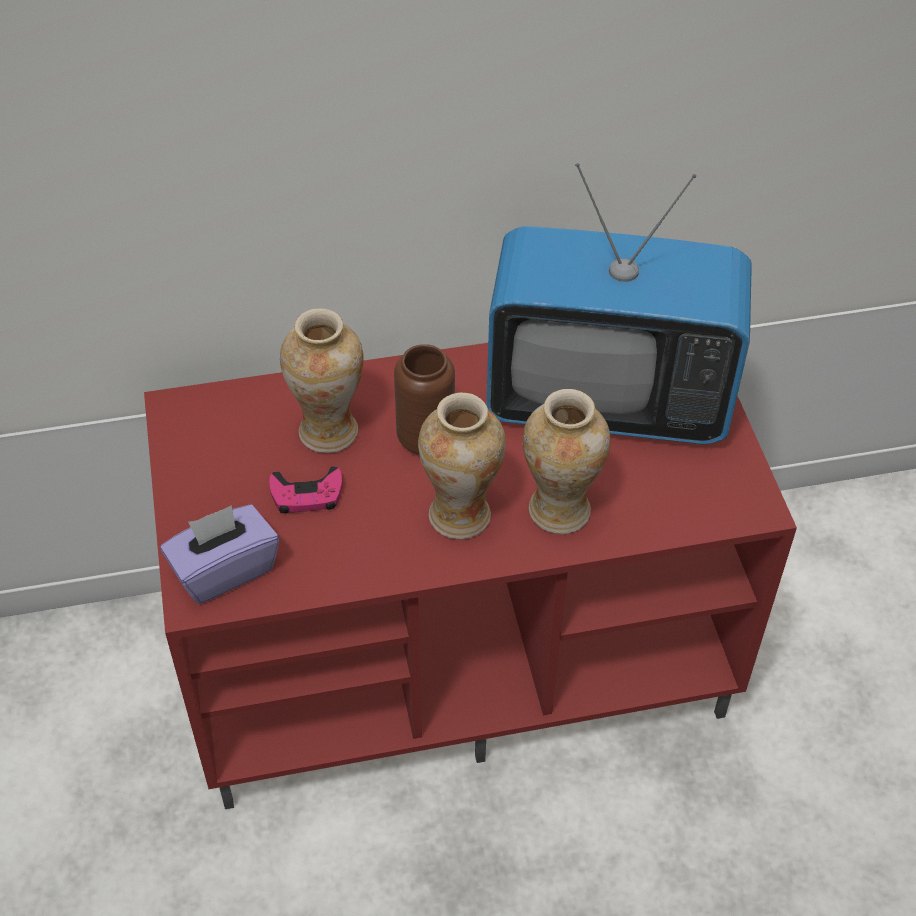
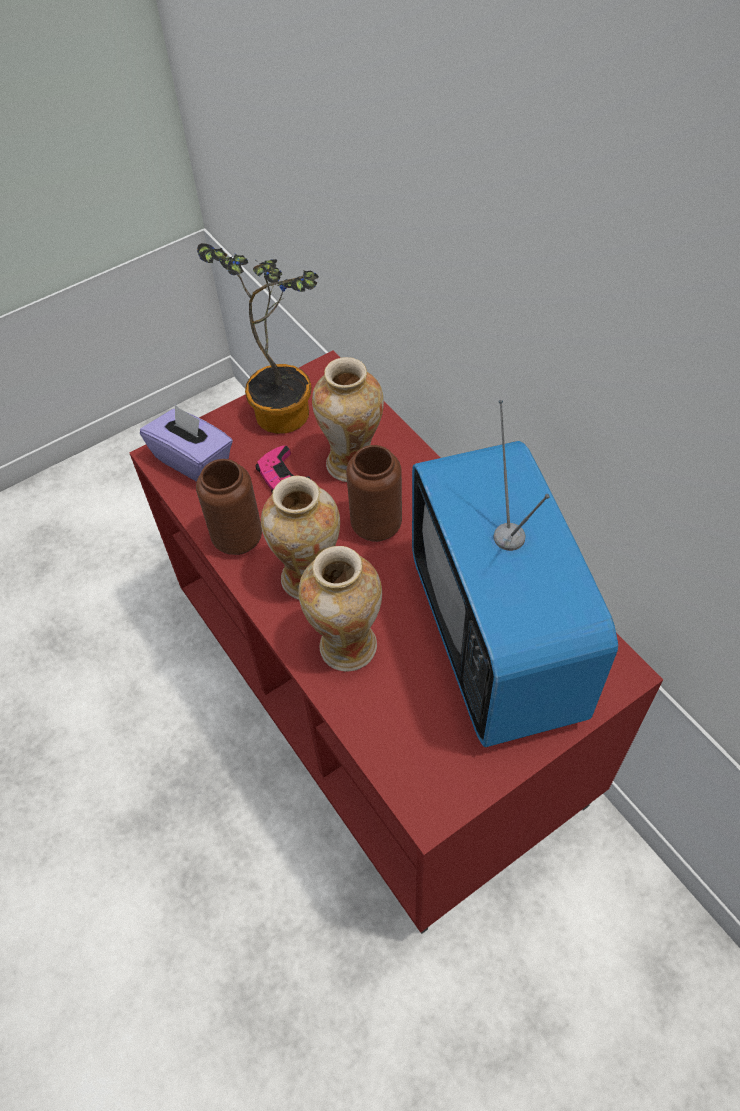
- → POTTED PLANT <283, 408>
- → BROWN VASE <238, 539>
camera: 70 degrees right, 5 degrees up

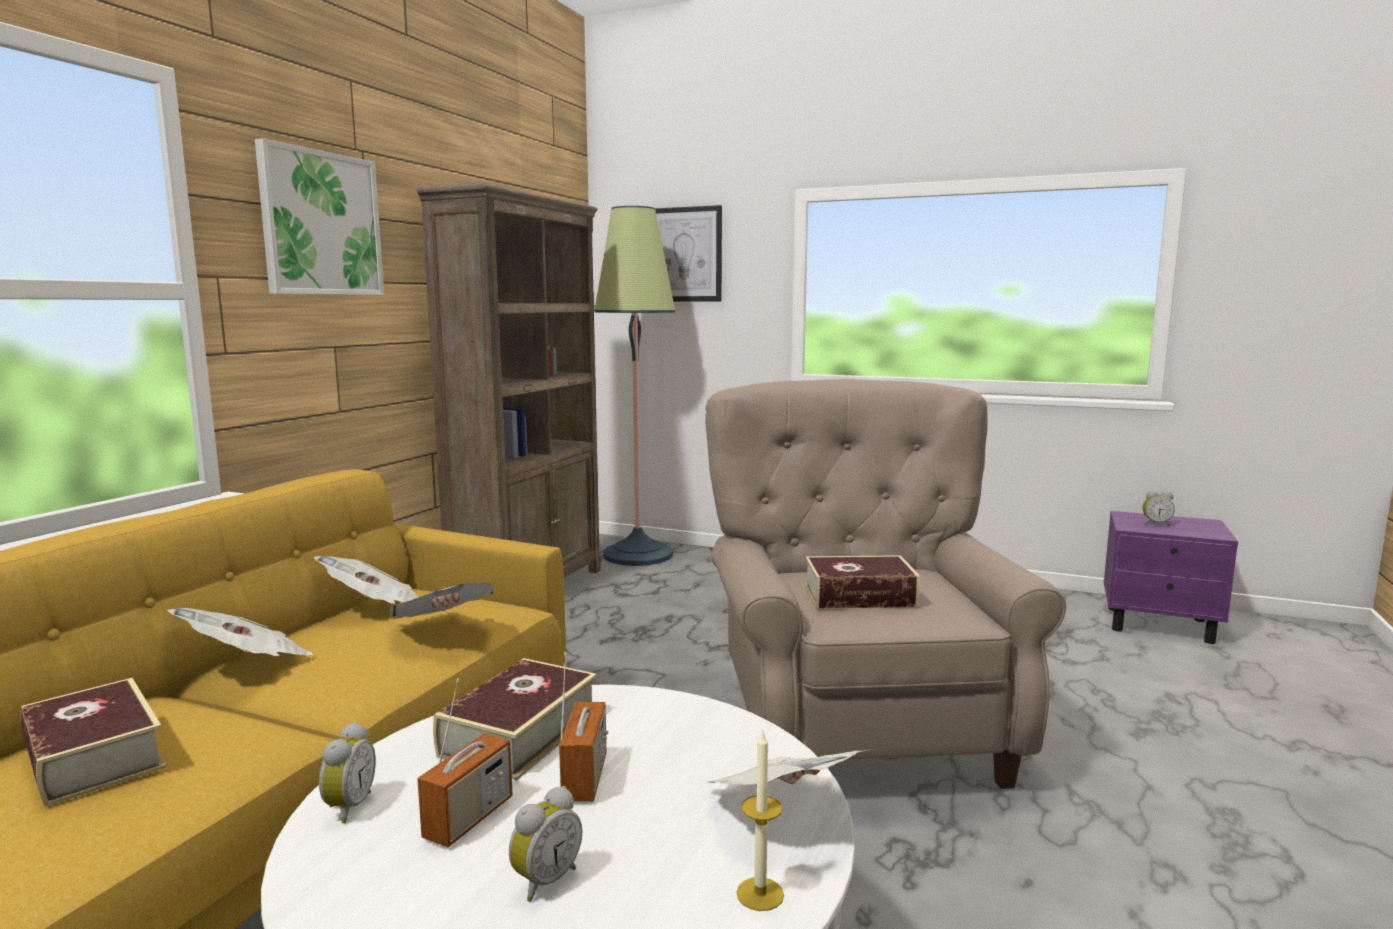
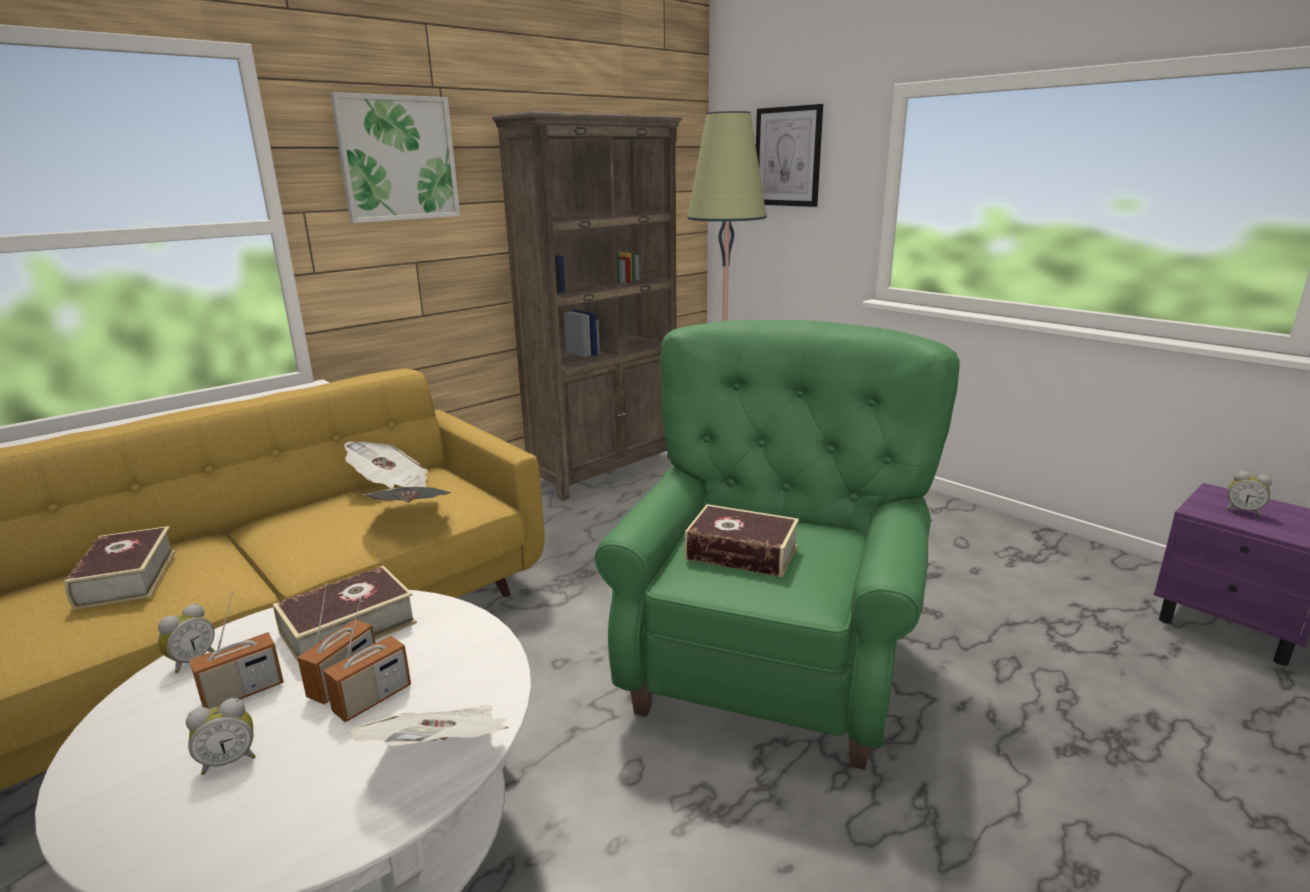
SAND-COLOURED LOUNGE CHAIR <857, 724> → GREEN-COLOURED LOUNGE CHAIR <771, 662>
NEWSPAPER <248, 662> → -
CANDLE <760, 894> → -
- → RADIO SET <372, 699>
camera: 25 degrees right, 10 degrees up

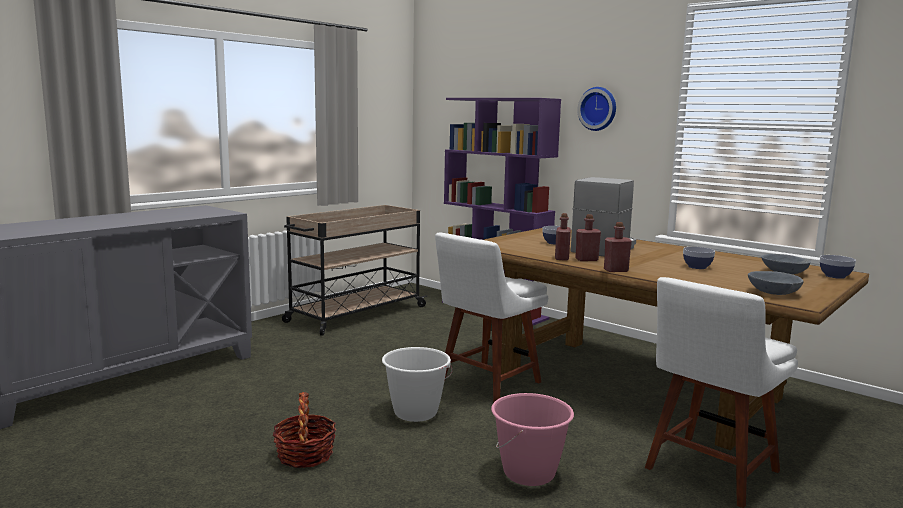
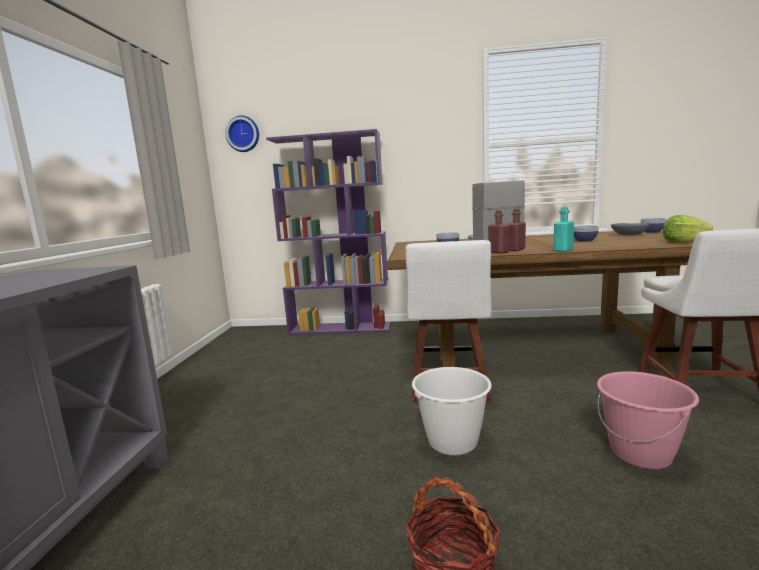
CLOCK ON THE WALL <598, 109> → CLOCK ON THE WALL <243, 134>, relocated
SAND-COLOURED TROLLEY <355, 314> → -
REDDISH BOTTLE <616, 270> → TURQUOISE BOTTLE <563, 250>
GREY DEEP DISH <773, 292> → HEAD OF LETTUCE <683, 242>
camera: 35 degrees left, 0 degrees up

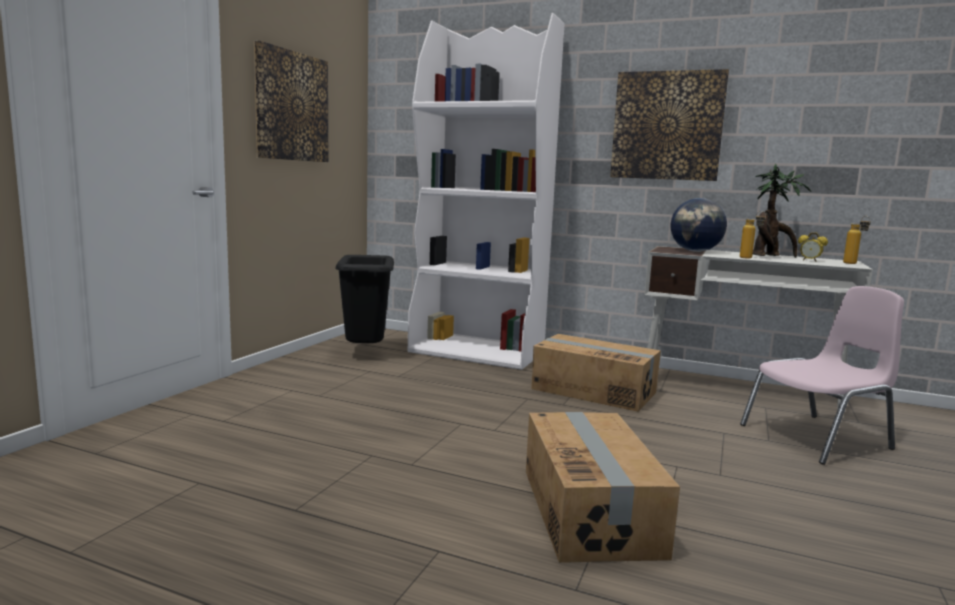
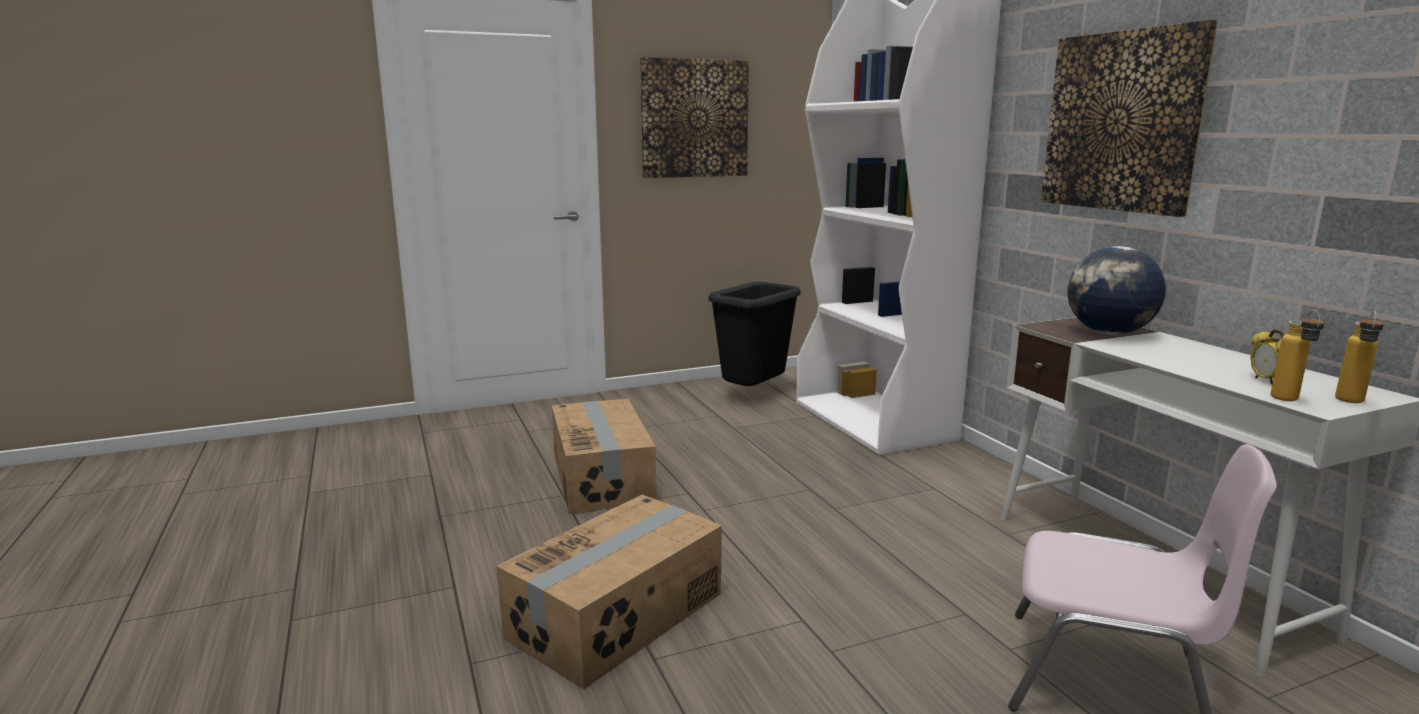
POTTED PLANT <770, 256> → -
BOTTLE <750, 258> → BOTTLE <1289, 401>, relocated
CARDBOARD BOX <593, 390> → CARDBOARD BOX <603, 477>, relocated
camera: 45 degrees right, 5 degrees up

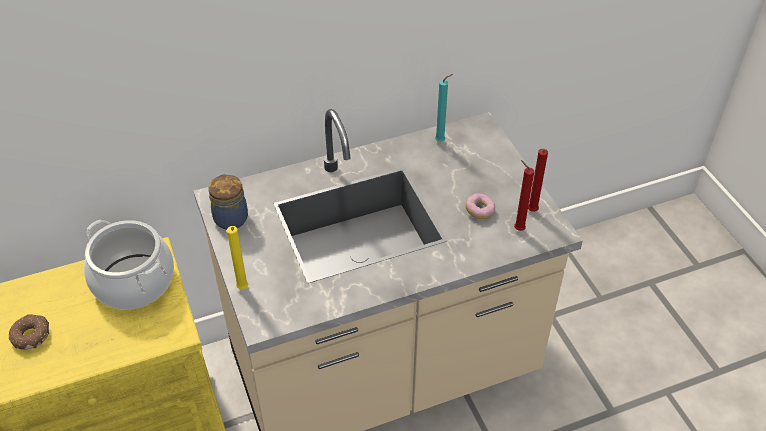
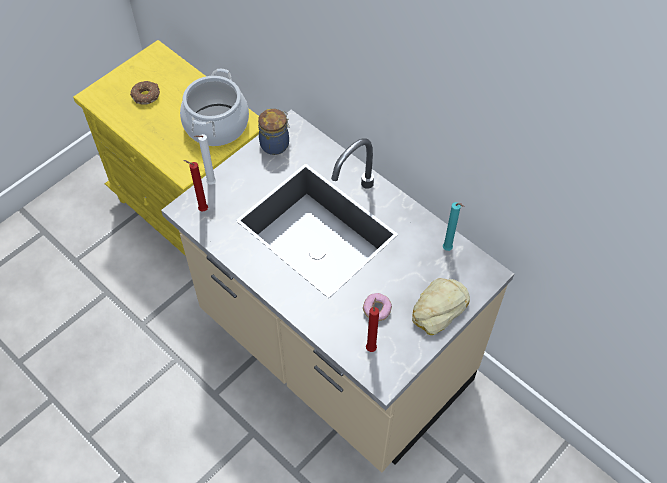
REDDISH CANDLE <531, 212> → REDDISH CANDLE <201, 209>, relocated
YELLOW CANDLE <243, 289> → WHITISH CANDLE <210, 184>
- → BAKERY BREAD <437, 308>
camera: 65 degrees right, 10 degrees up

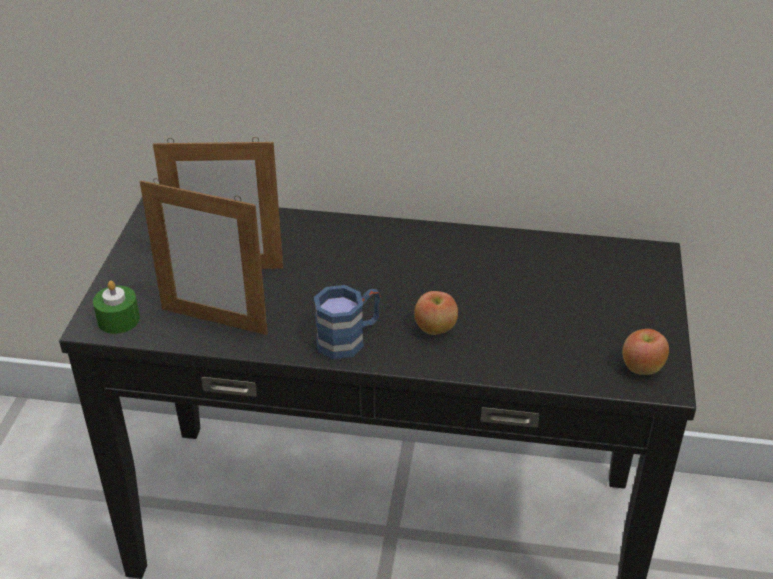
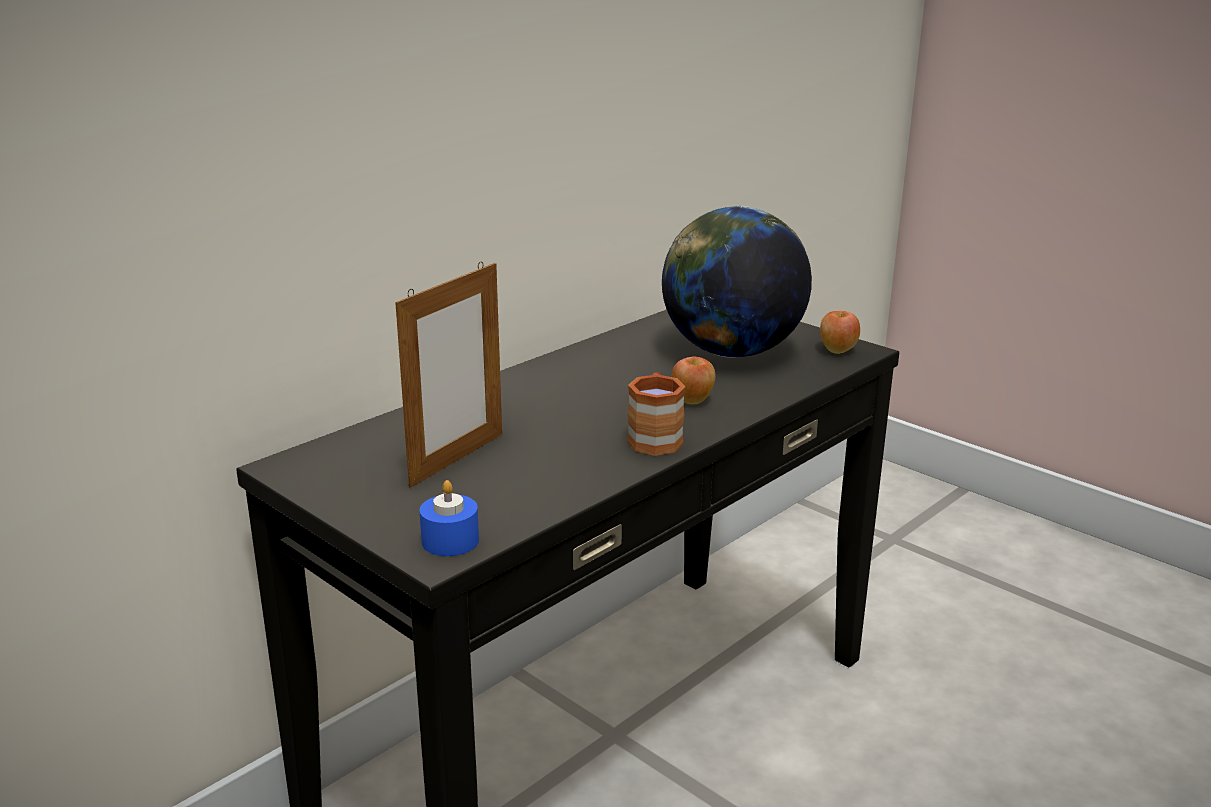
PICTURE FRAME <214, 321> → -
GREEN-COLOURED CANDLE <118, 319> → BLUE CANDLE <450, 541>
BLUE COFFEE MUG <349, 338> → BROWN COFFEE MUG <655, 437>
- → WORLD GLOBE <731, 352>
camera: 55 degrees left, 15 degrees down

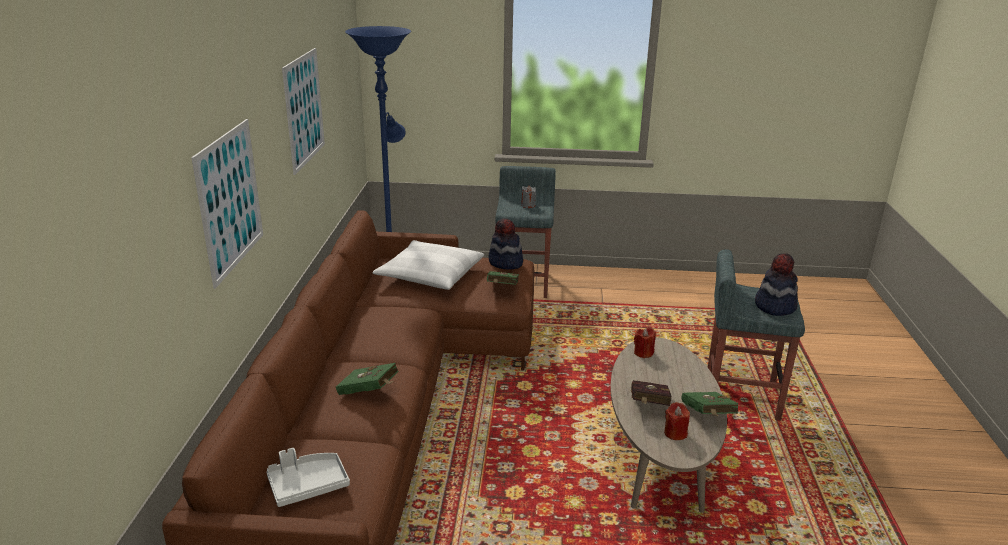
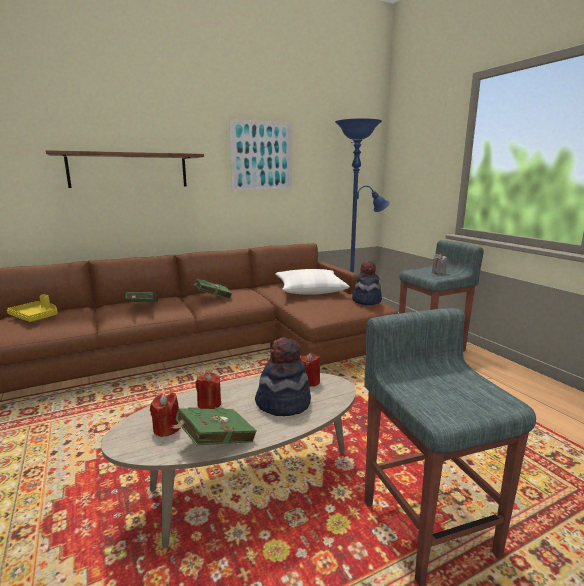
PICTURE <230, 200> → BROWN WALL SHELF <129, 170>
WEARABLE HAT <774, 306> → WEARABLE HAT <283, 403>, relocated
GREEN-COLOURED BOUND BOOK <502, 289> → GREEN-COLOURED BOUND BOOK <211, 297>, relocated
REDDISH BOUND BOOK <648, 406> → REDDISH CANDLE <209, 404>
WHITISH TRAY <307, 485> → YELLOW TRAY <36, 317>
camera: 60 degrees right, 10 degrees down

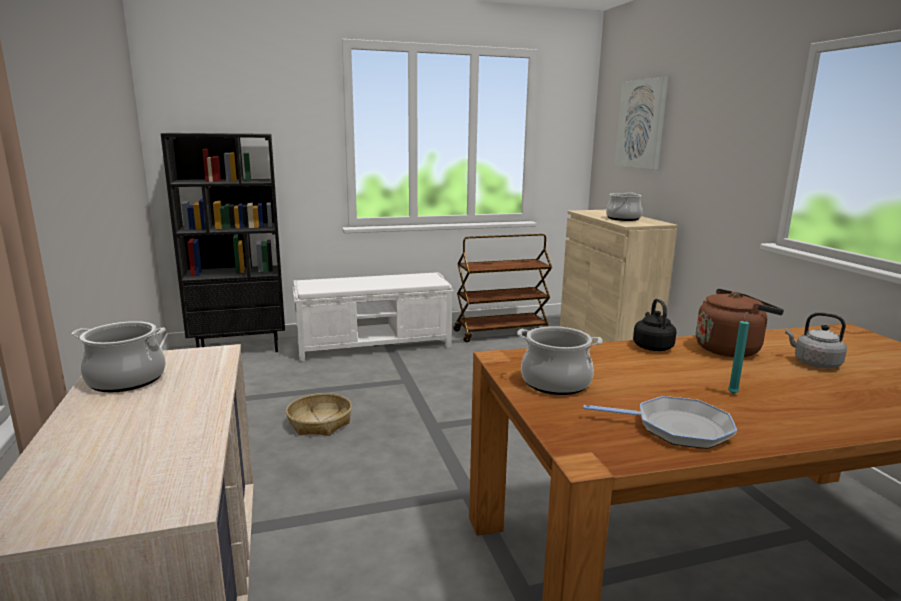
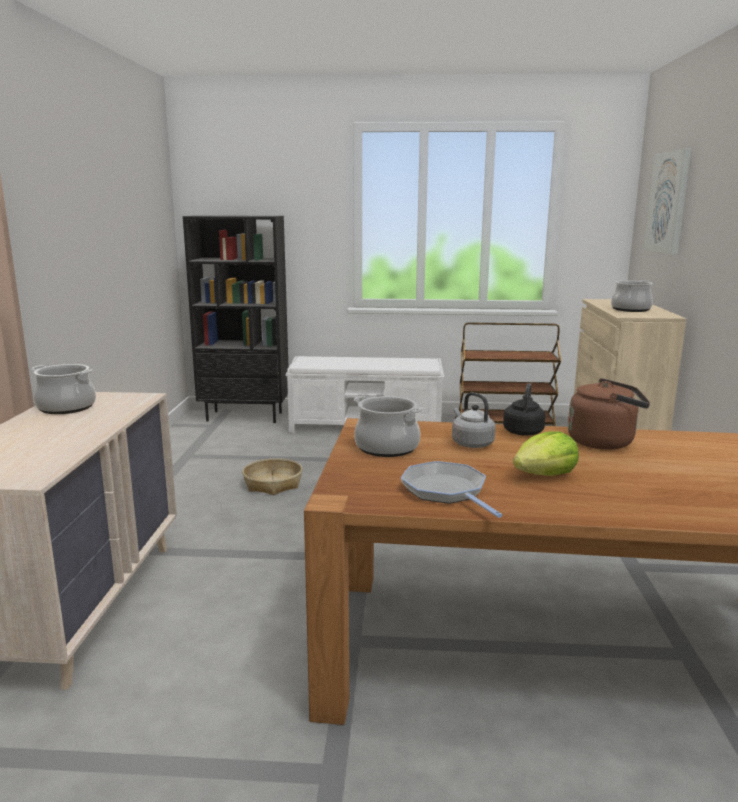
TURQUOISE CANDLE <733, 393> → HEAD OF LETTUCE <545, 475>
GREY TEA KETTLE <814, 363> → GREY TEA KETTLE <471, 443>, relocated
FRYING PAN <676, 428> → FRYING PAN <446, 491>, 150 degrees counterclockwise
camera: 20 degrees right, 0 degrees up

